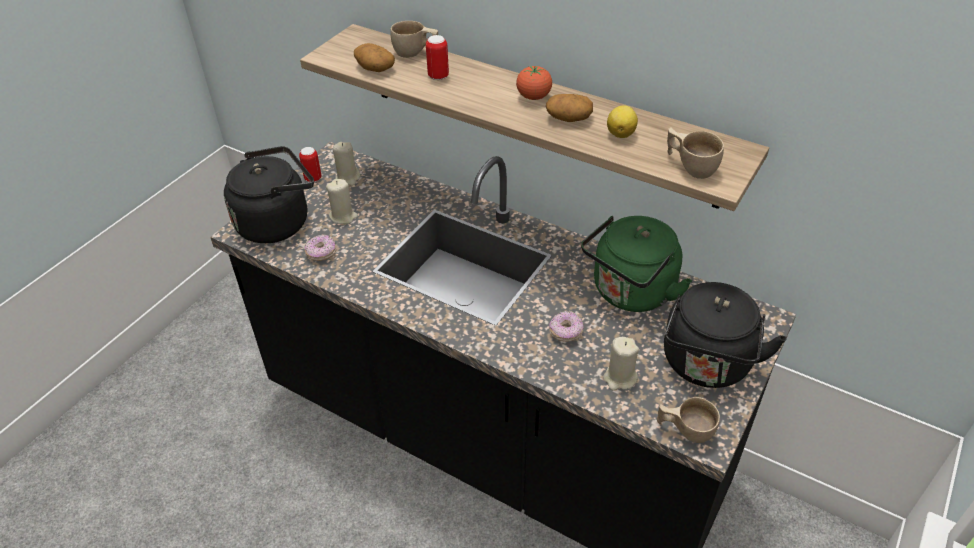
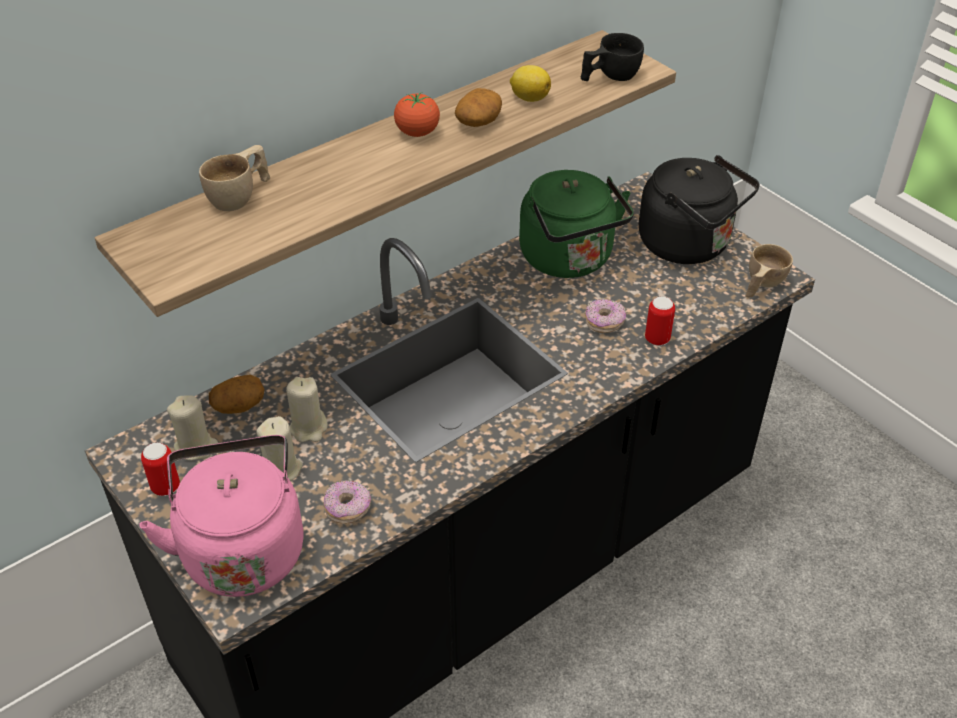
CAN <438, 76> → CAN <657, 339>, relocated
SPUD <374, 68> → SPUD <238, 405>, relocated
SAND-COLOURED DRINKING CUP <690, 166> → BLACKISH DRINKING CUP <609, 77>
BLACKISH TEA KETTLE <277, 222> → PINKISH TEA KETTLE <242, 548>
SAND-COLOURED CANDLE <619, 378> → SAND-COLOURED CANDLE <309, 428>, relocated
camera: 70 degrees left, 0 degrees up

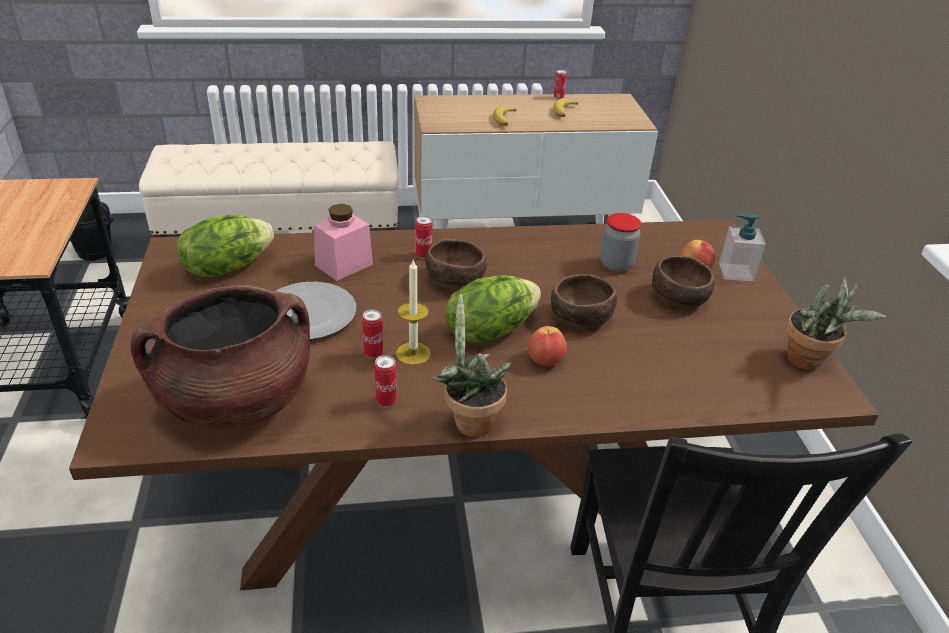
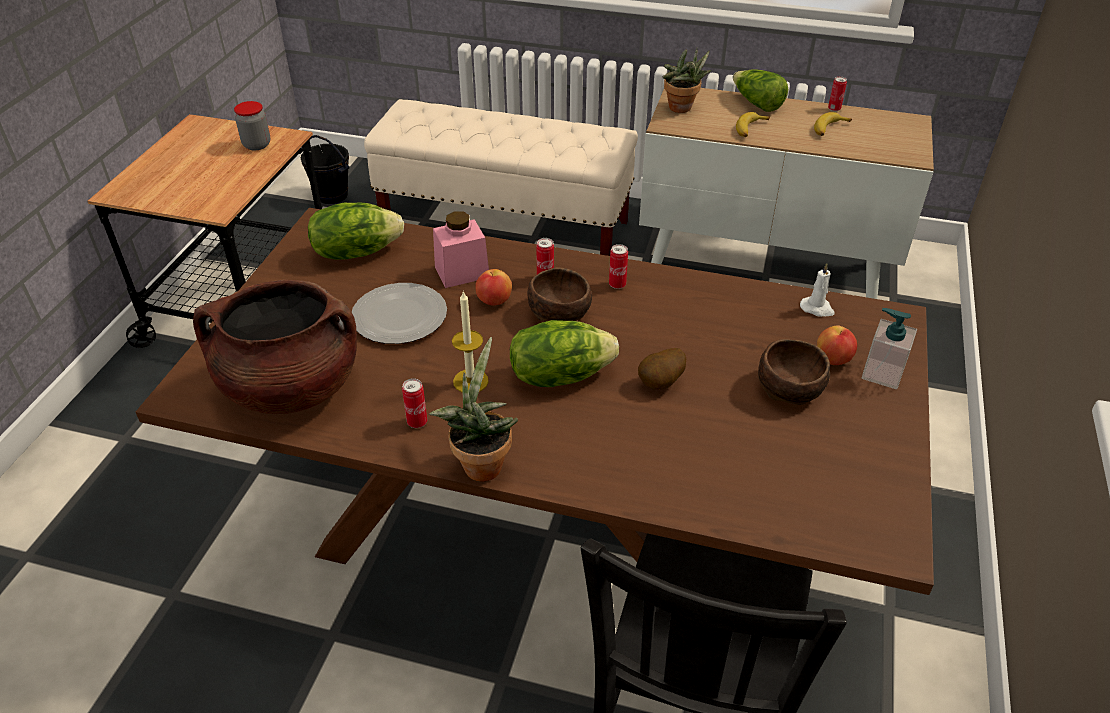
STORAGE JAR <616, 264> → STORAGE JAR <257, 145>, relocated
BROWN DEEP DISH <579, 317> → SPUD <661, 383>
POTTED PLANT <809, 362> → POTTED PLANT <682, 109>, relocated
CAN <373, 353> → CAN <617, 284>, relocated
WHOLE APPLE <545, 360> → WHOLE APPLE <494, 301>, relocated
- → HEAD OF LETTUCE <756, 104>
- → WHITISH CANDLE <817, 308>
camera: 25 degrees right, 5 degrees up

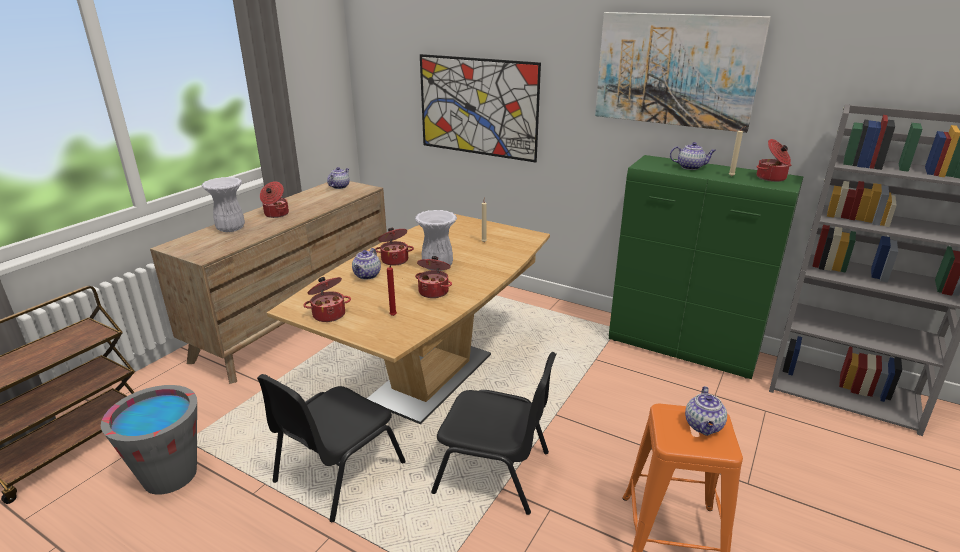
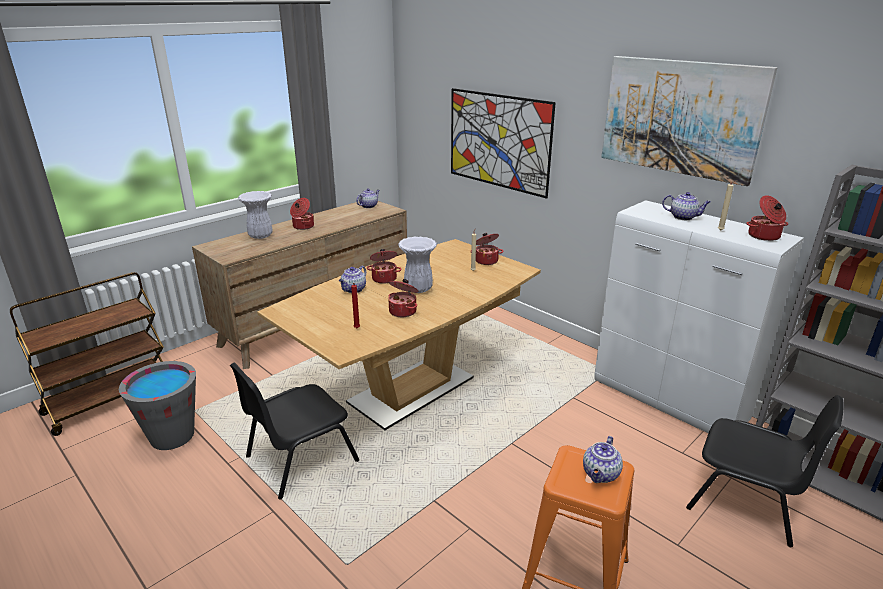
GREEN-COLOURED CUPBOARD <683, 349> → WHITISH CUPBOARD <669, 401>
STOCKPOT <329, 314> → STOCKPOT <486, 260>, relocated
BLACKISH PLAIN CHAIR <494, 472> → BLACKISH PLAIN CHAIR <746, 500>, relocated
camera: 15 degrees right, 0 degrees up

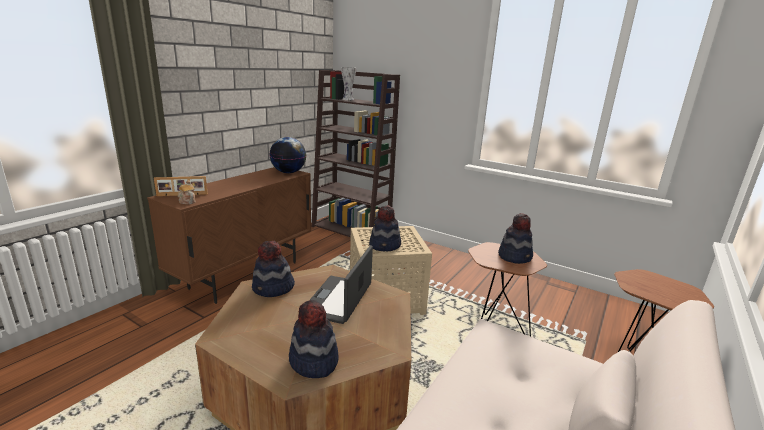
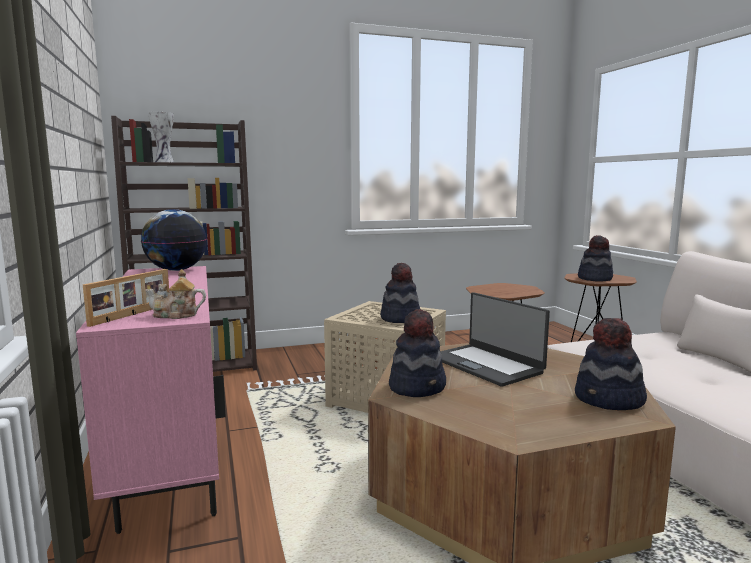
BROWN CUPBOARD <246, 275> → PINKISH CUPBOARD <172, 467>
WEARABLE HAT <515, 256> → WEARABLE HAT <595, 278>, relocated
camera: 50 degrees left, 10 degrees down

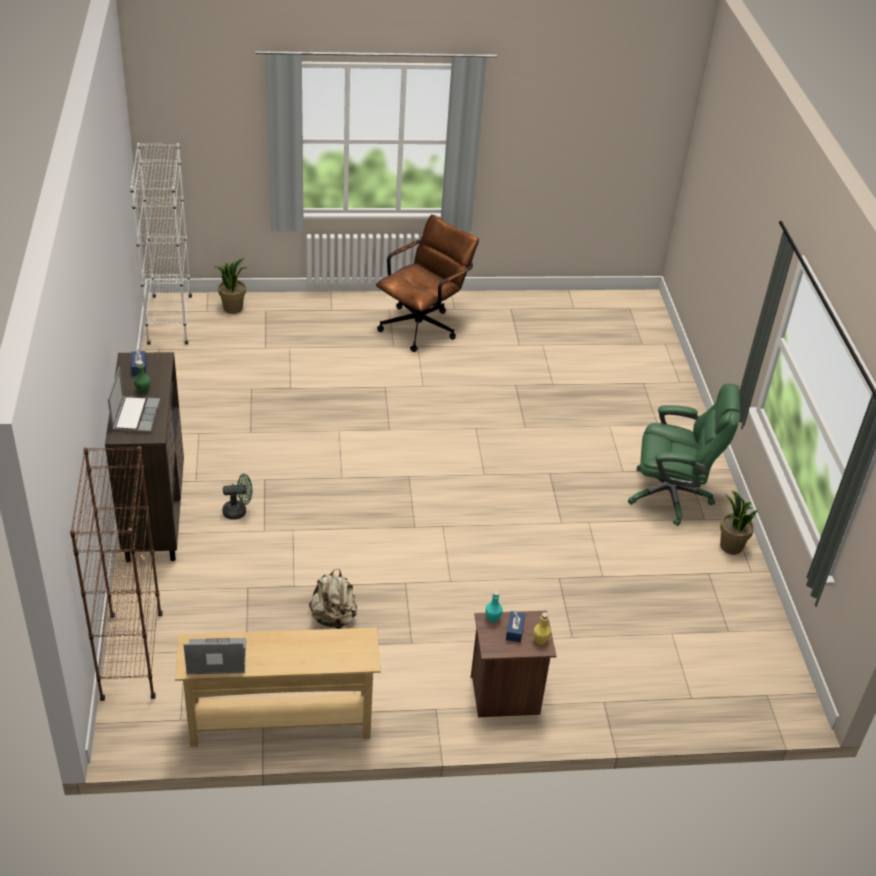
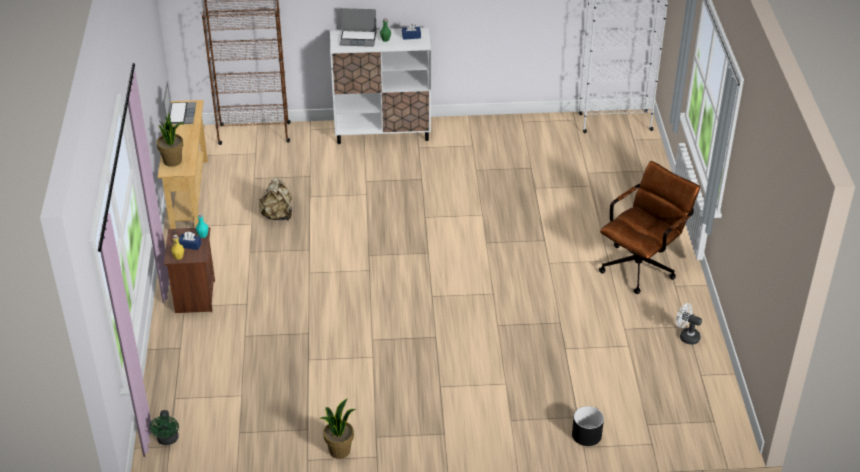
BROWN DESK CHAIR <423, 325> → BROWN DESK CHAIR <642, 265>, 90 degrees counterclockwise
POTTED PLANT <233, 308> → POTTED PLANT <173, 161>, relocated
BROWN CUPBOARD <155, 514> → WHITISH CUPBOARD <383, 132>
GREEN-COLOURED DESK CHAIR <671, 495> → -
GREEN-COLOURED COOLING FAN <238, 511> → GREEN-COLOURED COOLING FAN <168, 440>, relocated
- → WHITISH COOLING FAN <686, 336>
- → BLACKISH PLANTER <587, 435>
camera: 95 degrees right, 0 degrees up

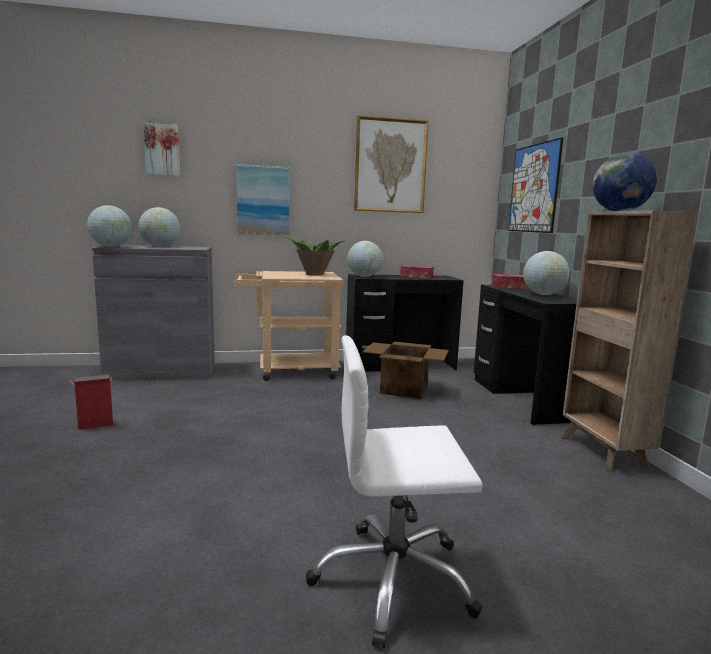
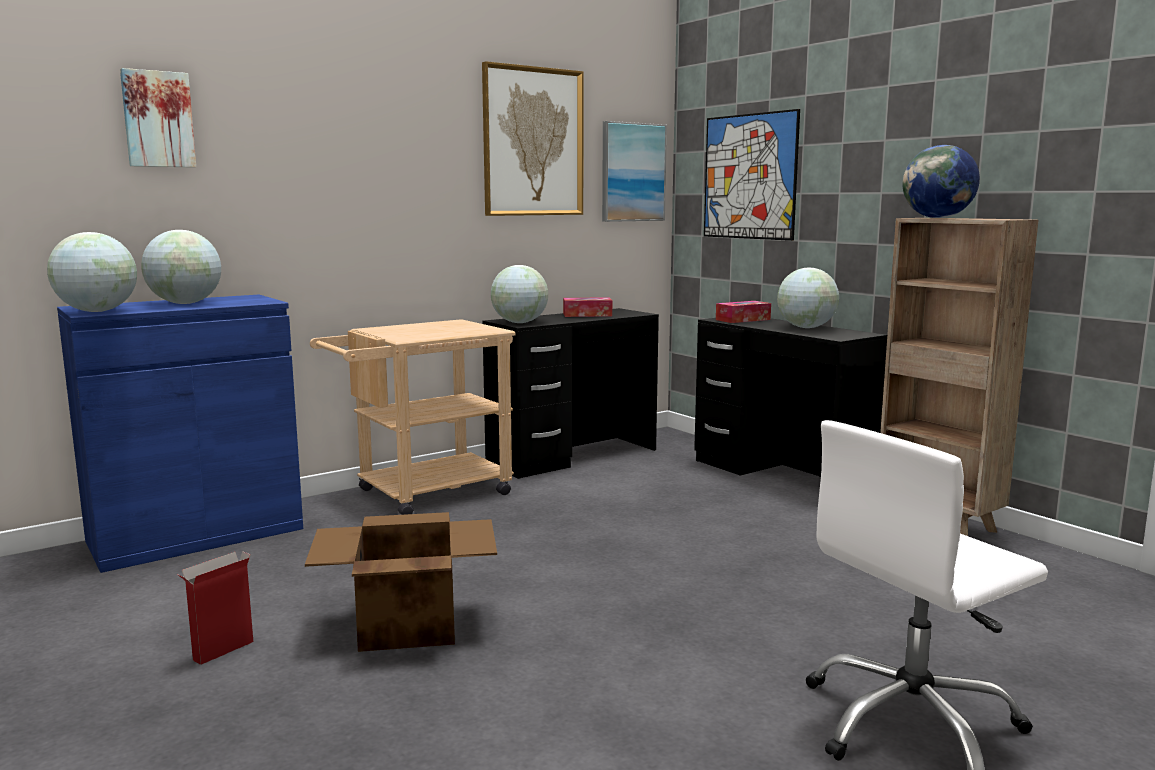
PICTURE <263, 200> → PICTURE <632, 172>, relocated
POTTED PLANT <314, 274> → -
GREY CUPBOARD <161, 371> → BLUE CUPBOARD <196, 535>
CARDBOARD BOX <403, 389> → CARDBOARD BOX <406, 625>, relocated
camera: 25 degrees left, 0 degrees up

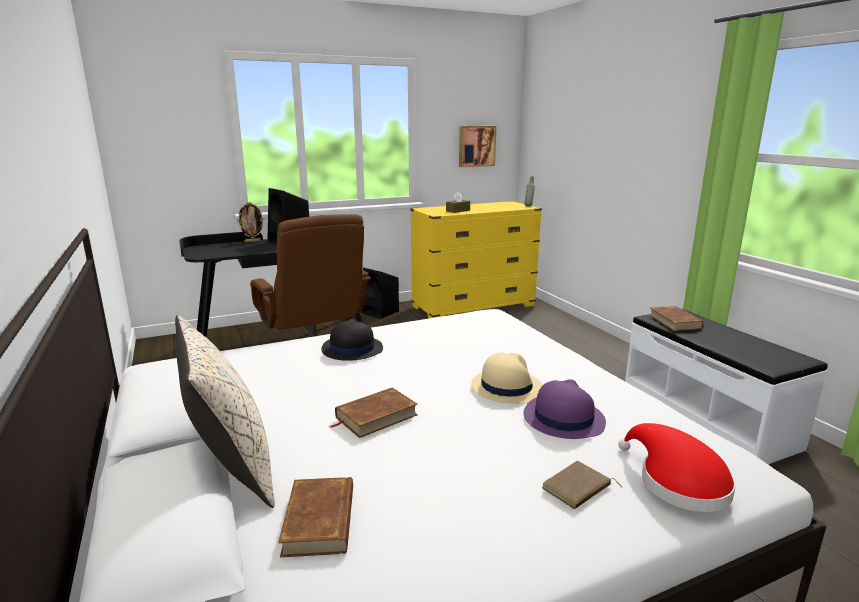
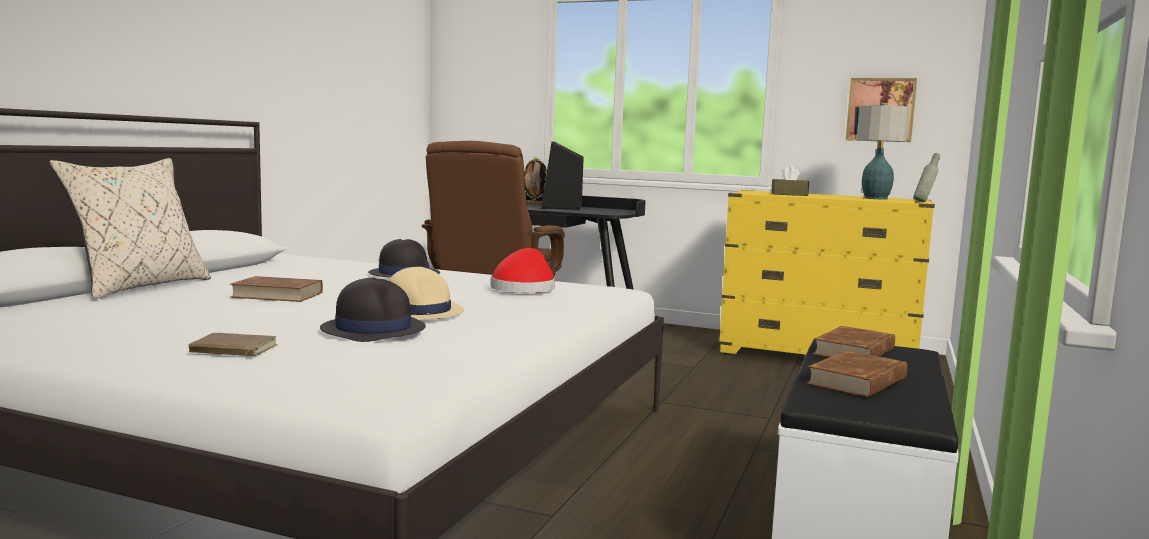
BLACKISH LOUDSPEAKER <381, 312> → -
PURPLISH WEARABLE HAT <563, 418> → BLACKISH WEARABLE HAT <373, 329>
REDDISH WEARABLE HAT <677, 482> → REDDISH WEARABLE HAT <524, 288>, relocated
BROWN BOUND BOOK <320, 520> → BROWN BOUND BOOK <858, 381>, relocated
- → TABLE LAMP <876, 198>
camera: 45 degrees right, 10 degrees down

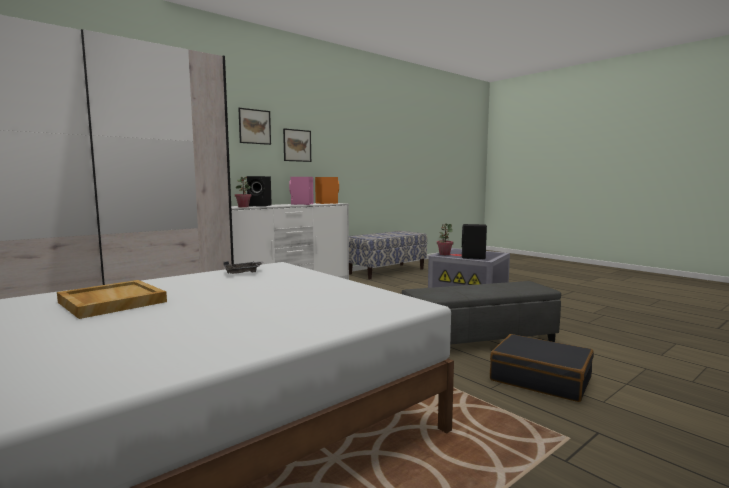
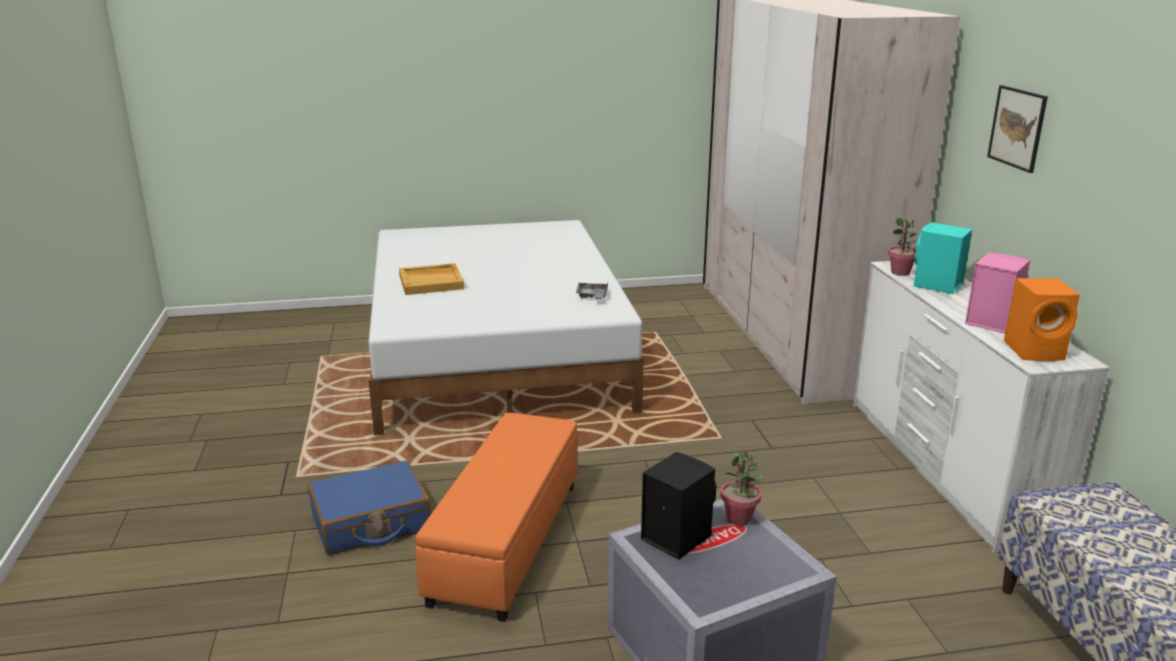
PICTURE <297, 145> → -
BLACKISH LOUDSPEAKER <260, 206> → TURQUOISE LOUDSPEAKER <936, 286>
SAND-COLOURED TRAY <111, 302> → SAND-COLOURED TRAY <431, 282>, relocated
GREY POUFFE <479, 340> → ORANGEY POUFFE <505, 541>
BLACKISH TRAVEL CASE <540, 379> → BLUE TRAVEL CASE <371, 522>
camera: 120 degrees right, 15 degrees up

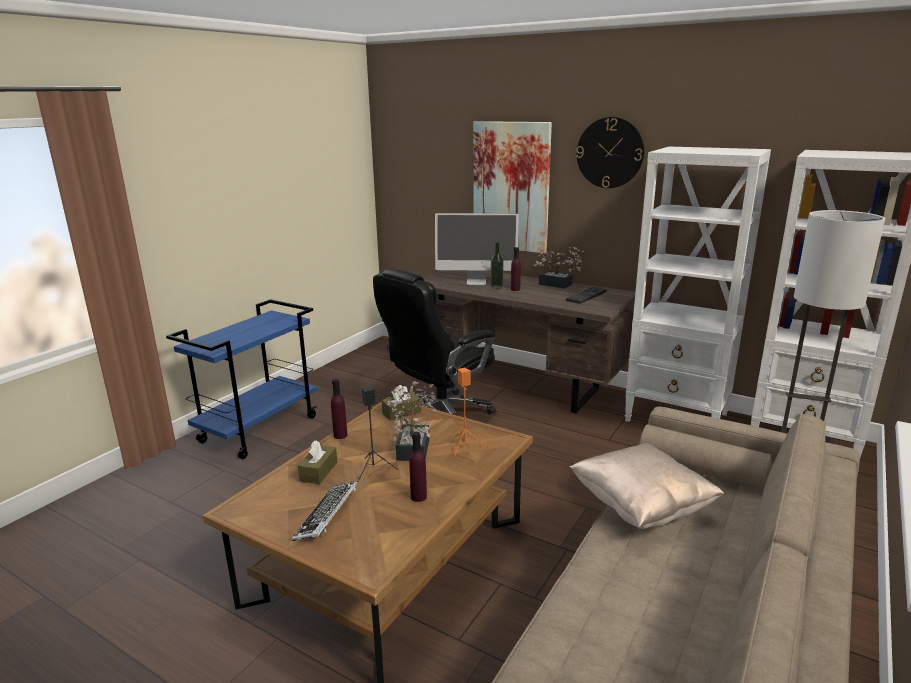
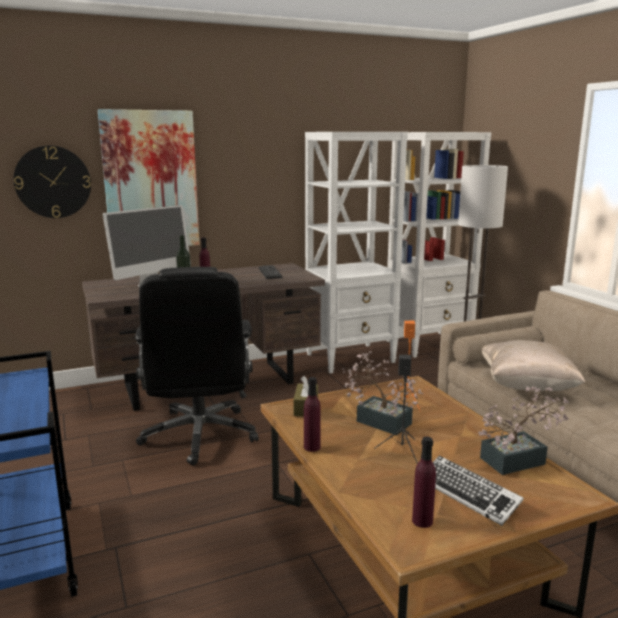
CLOCK ON THE WALL <610, 153> → CLOCK ON THE WALL <53, 182>, relocated
POTTED PLANT <559, 285> → POTTED PLANT <519, 460>, relocated
PURPLISH BOTTLE <418, 497> → PURPLISH BOTTLE <422, 521>, relocated
BROWN TISSUE HOLDER <319, 471> → -
camera: 55 degrees left, 5 degrees down

